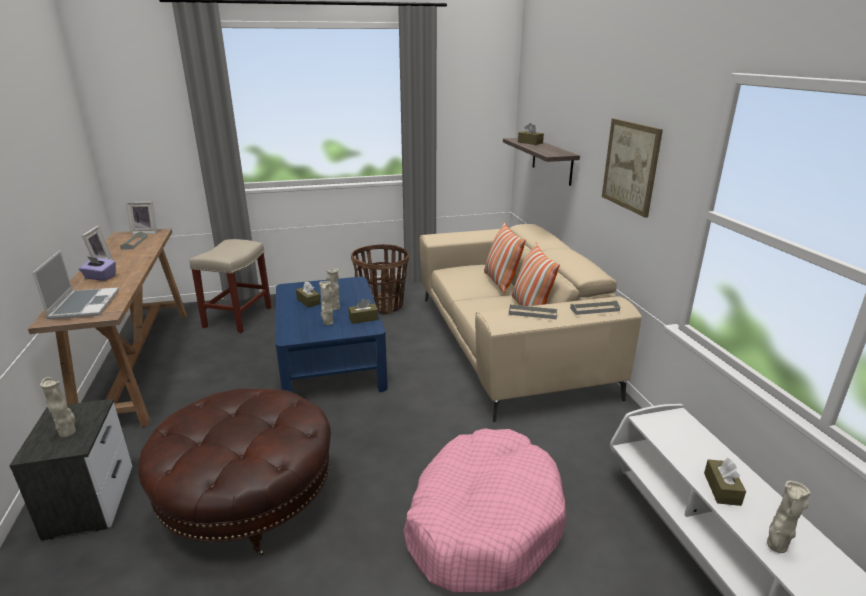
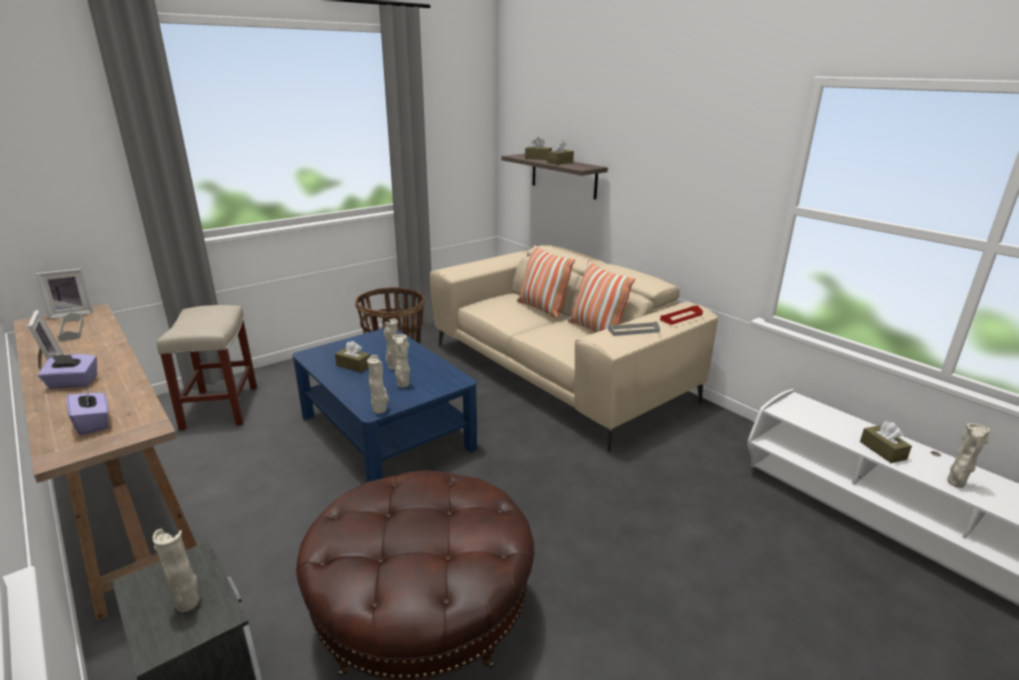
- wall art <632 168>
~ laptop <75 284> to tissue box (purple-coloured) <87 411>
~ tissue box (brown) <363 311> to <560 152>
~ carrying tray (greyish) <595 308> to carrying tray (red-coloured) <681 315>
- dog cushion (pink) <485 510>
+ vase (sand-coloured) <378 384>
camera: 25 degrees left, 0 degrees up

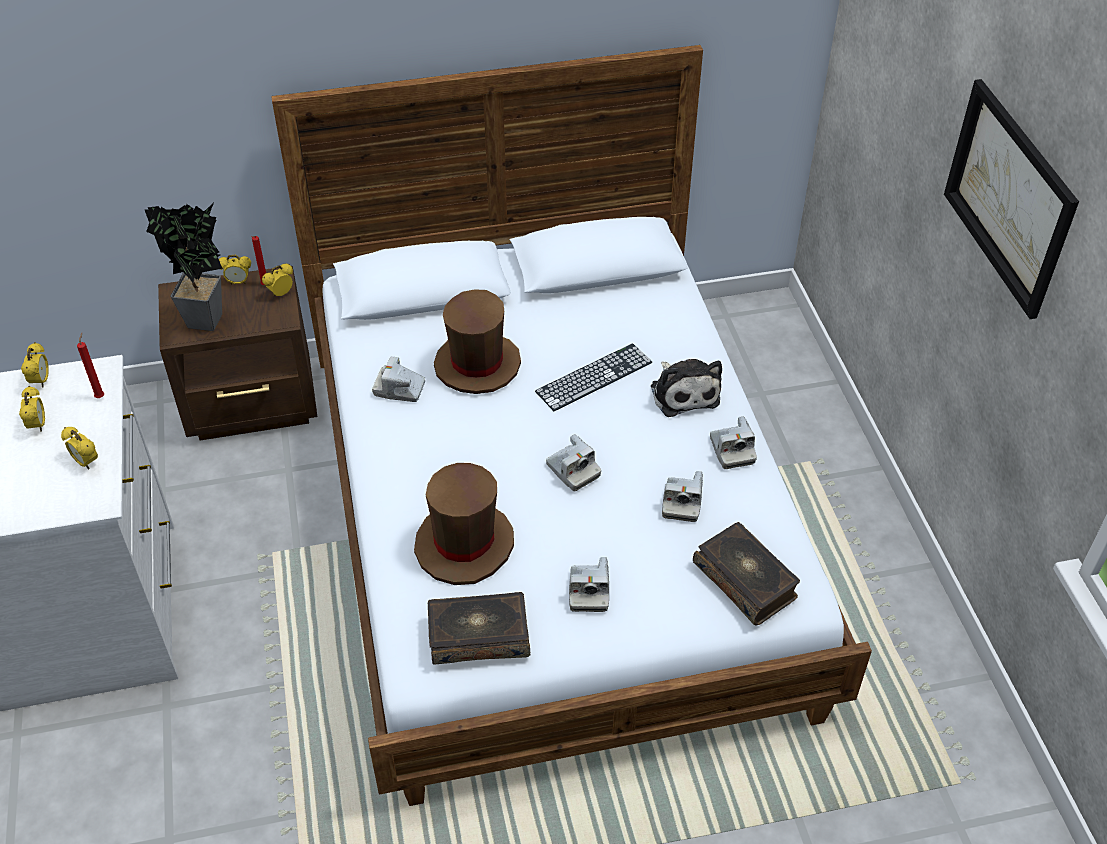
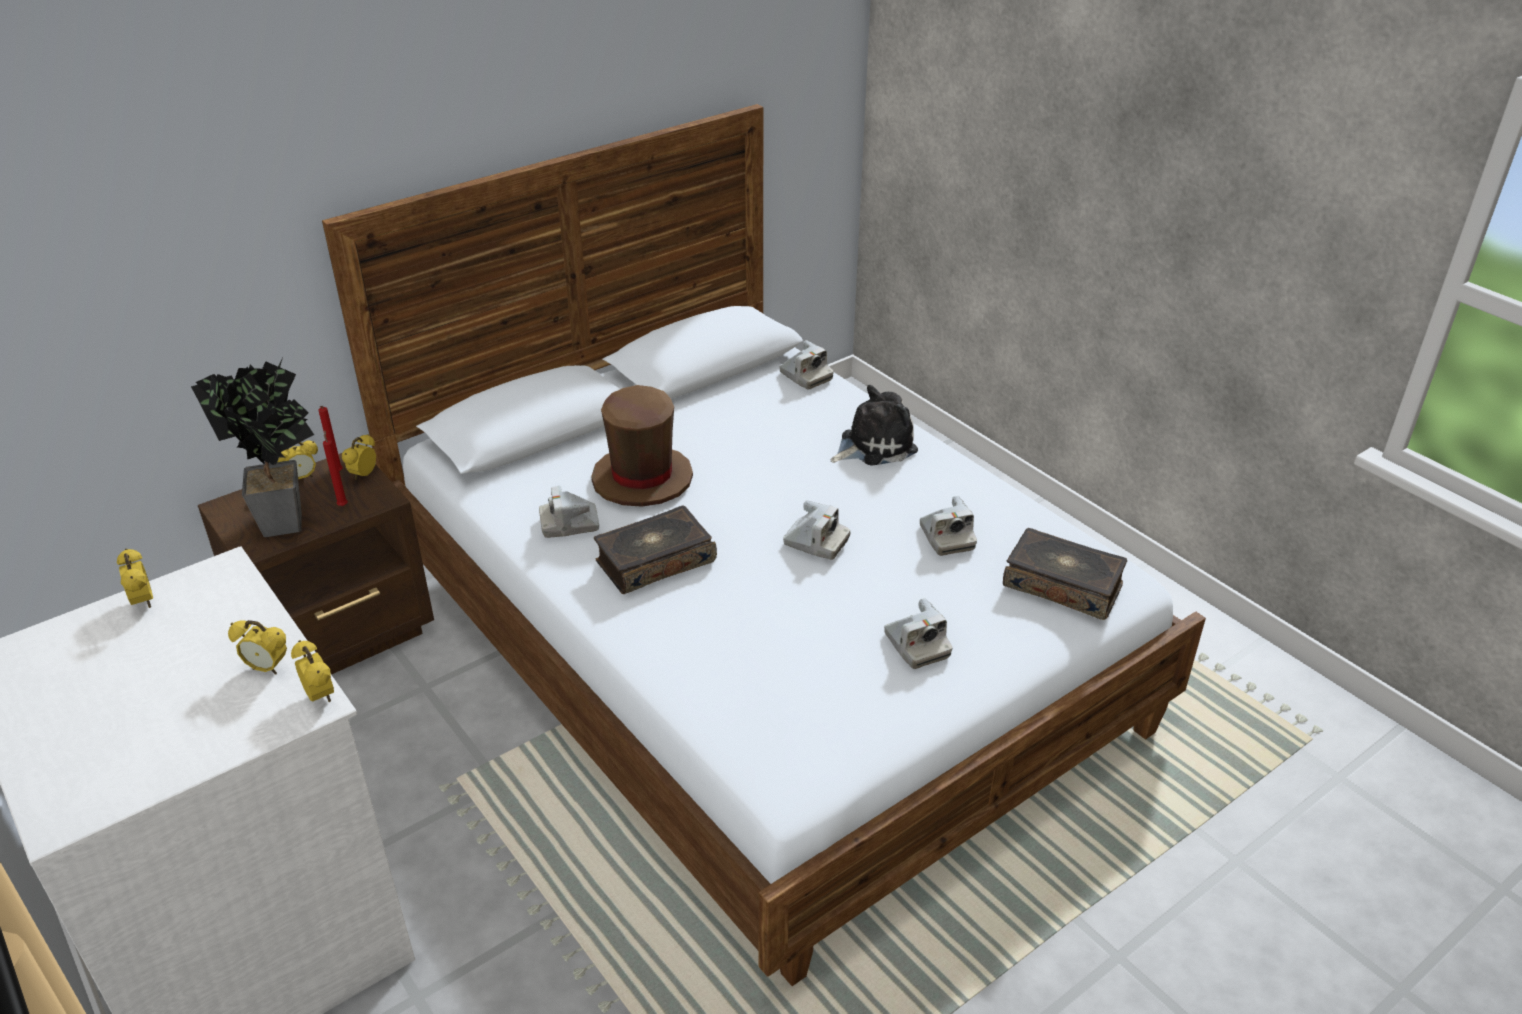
- wall art <1011 199>
~ candle (red-coloured) <90 365> to <335 468>
- keyboard <593 377>
~ plush toy <686 388> = <874 425> 75 degrees counterclockwise
~ alarm clock <32 409> to <312 671>
~ still camera <733 442> to <806 365>
- hat (brown) <464 524>
~ book <479 628> to <655 549>
camera: 25 degrees left, 10 degrees down

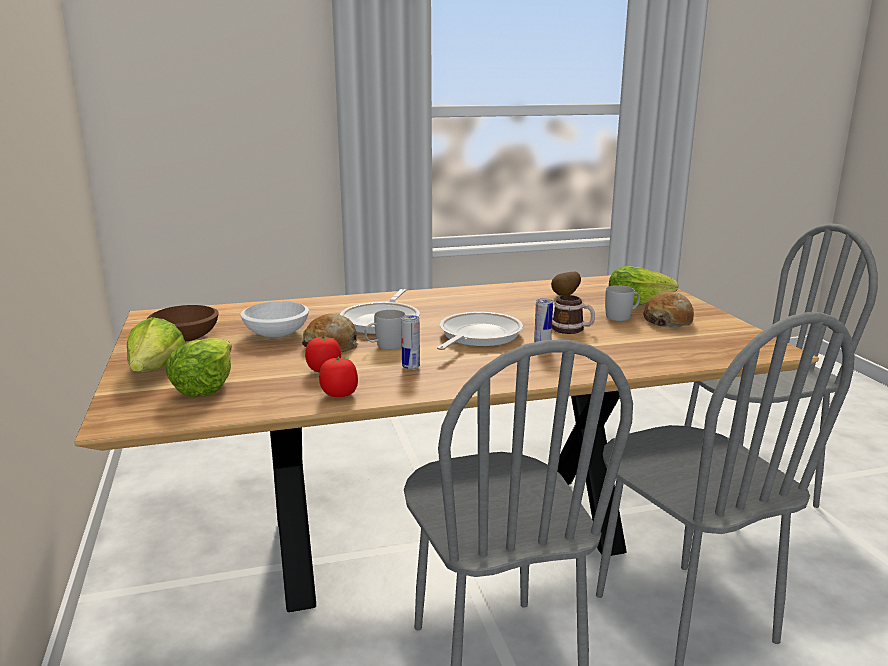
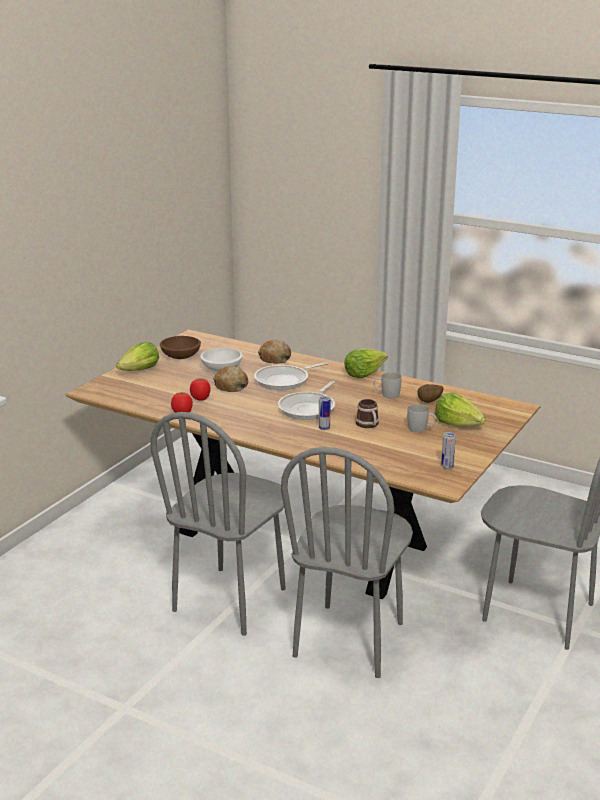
~ bread <668 310> to <274 352>
~ coffee mug (whitish) <384 330> to <388 385>
~ pan <480 331> = <306 400> 135 degrees clockwise
~ sealed can <410 342> to <448 450>
~ lettuce head <199 367> to <366 363>
camera: 45 degrees right, 5 degrees up

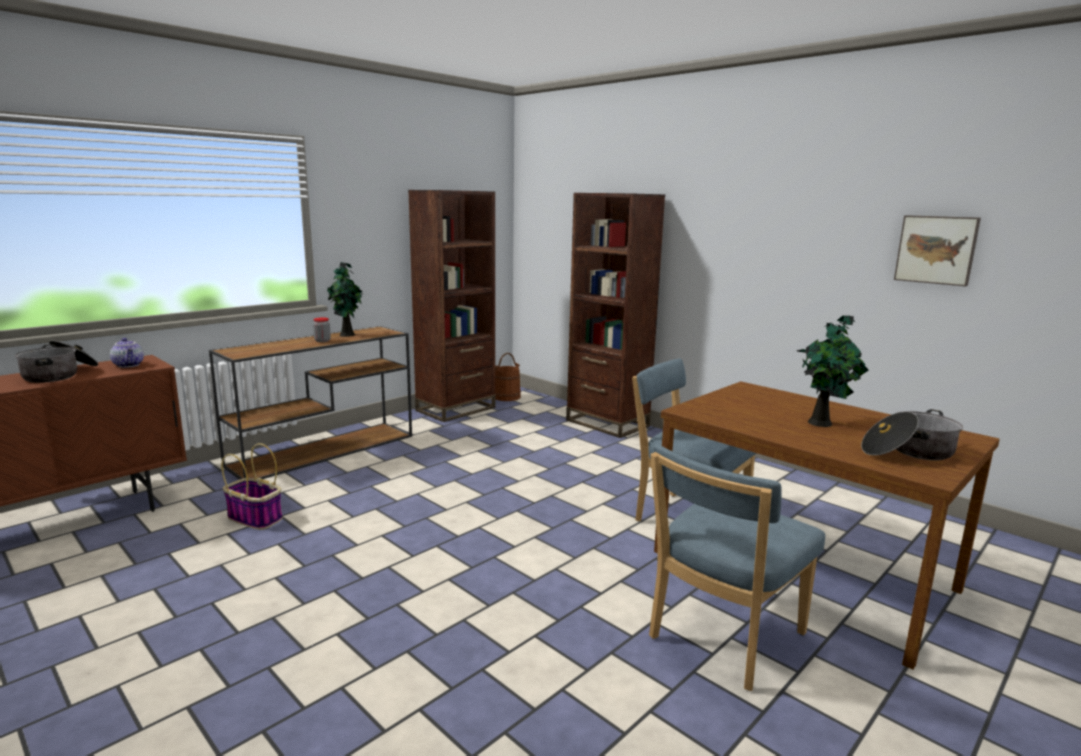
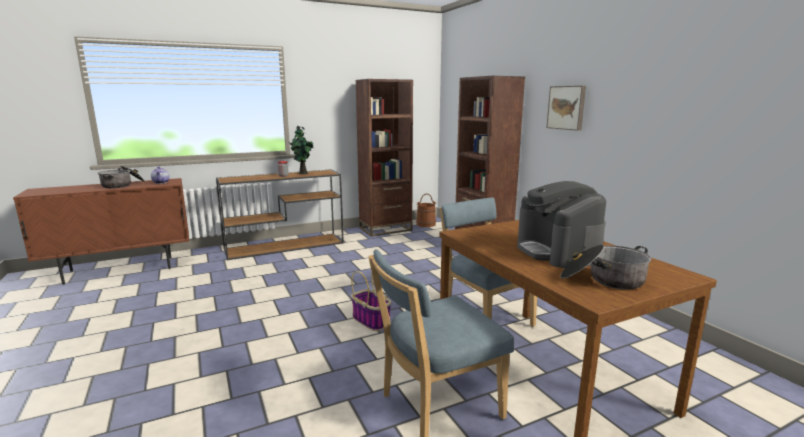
~ wall art <937 250> to <566 108>
~ potted plant <833 371> to coffee machine <561 224>
~ household basket <251 486> to <371 301>
camera: 20 degrees right, 0 degrees up

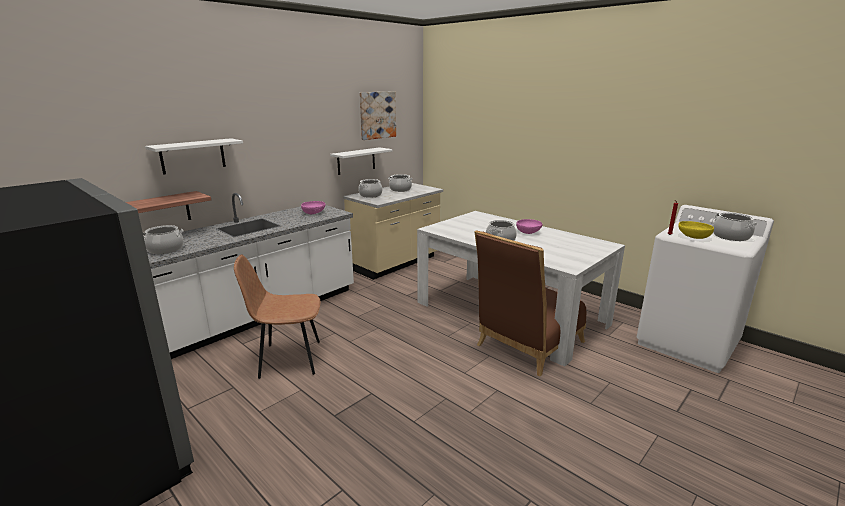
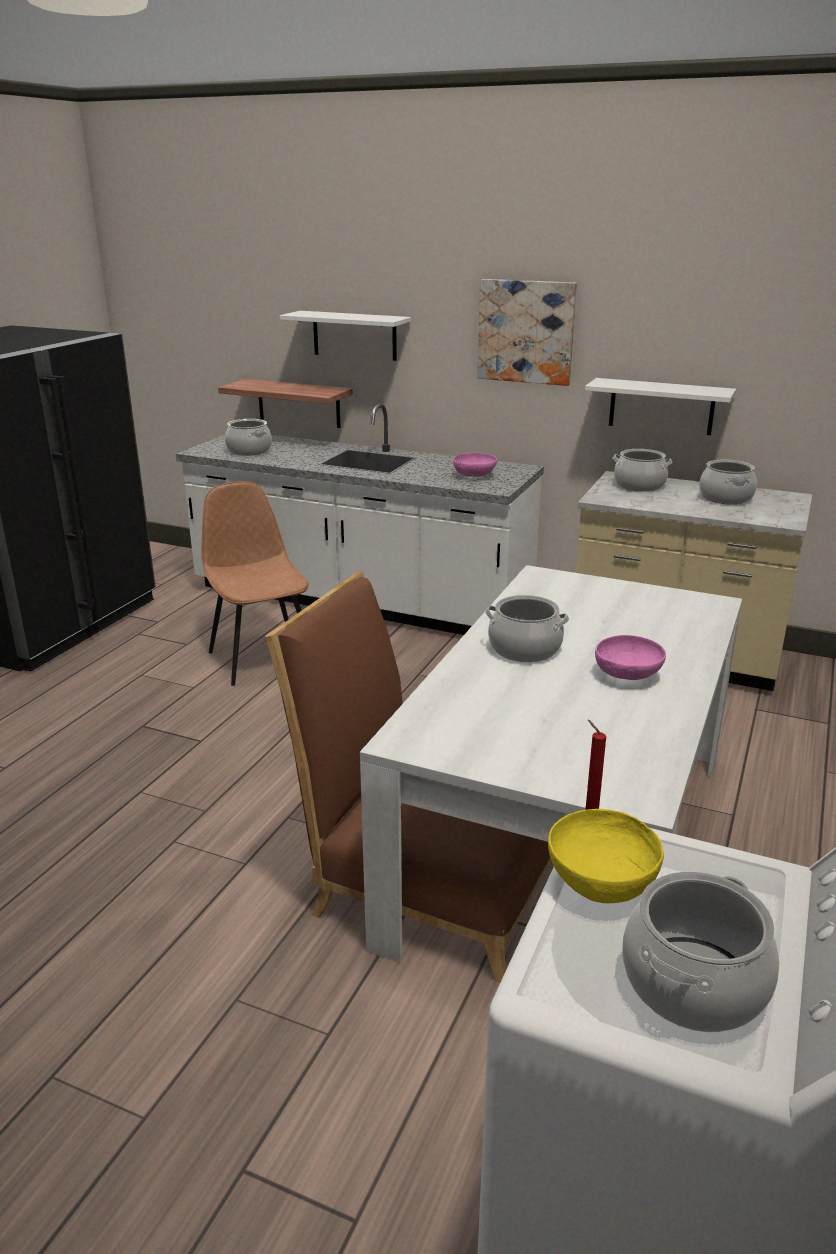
~ wall art <377 116> to <527 332>
camera: 70 degrees right, 5 degrees up

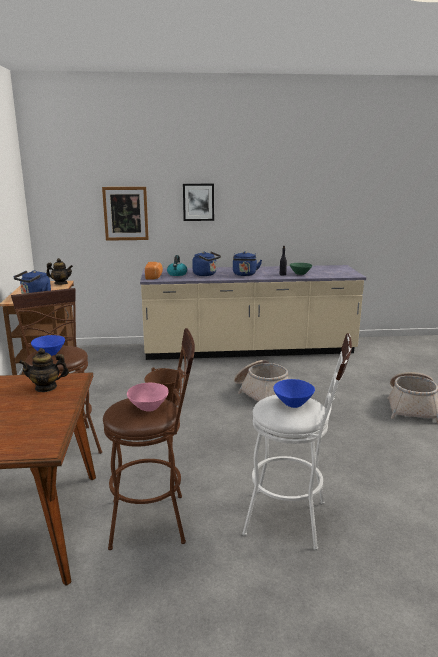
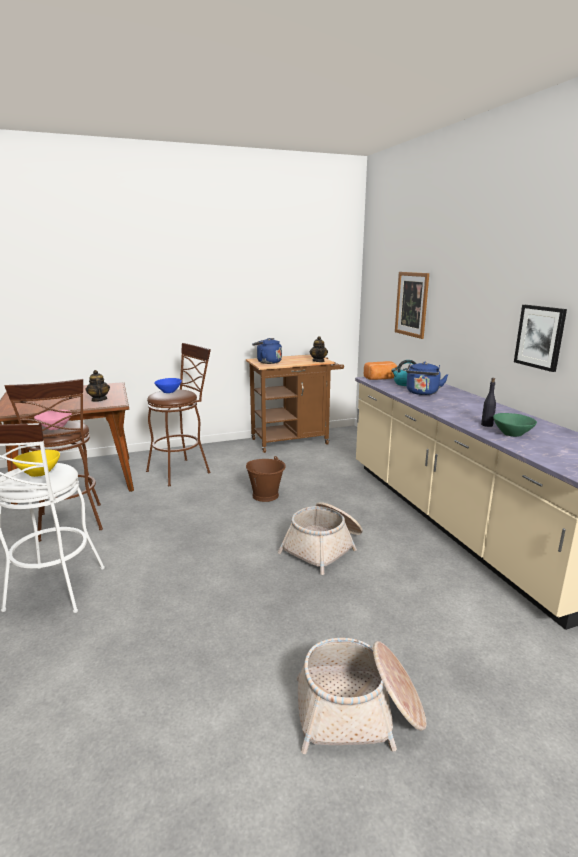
~ wall art <198 202> to <540 338>
- water kettle (blue-coloured) <247 263>
~ deep dish (blue-coloured) <294 393> to deep dish (yellow-coloured) <36 463>
camera: 75 degrees right, 0 degrees up

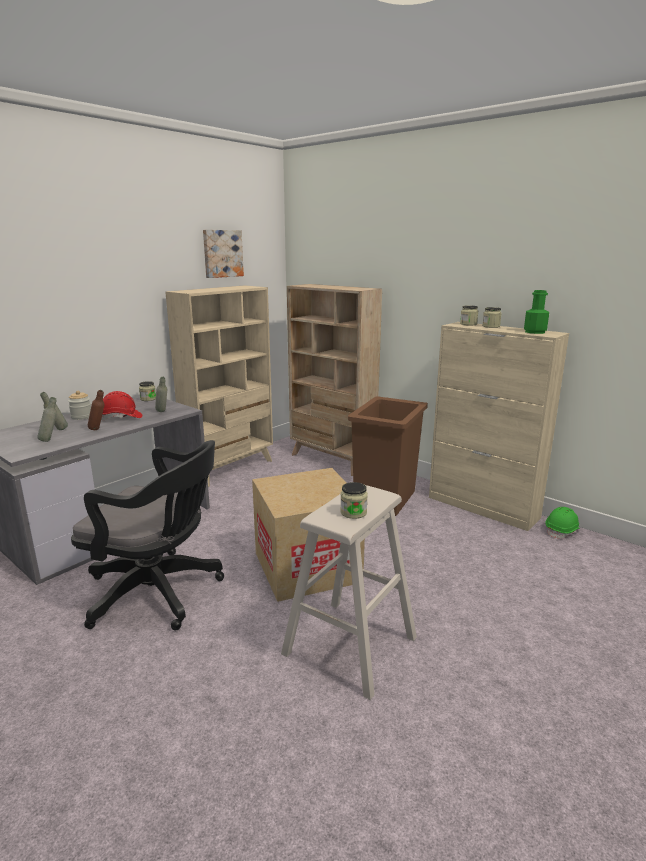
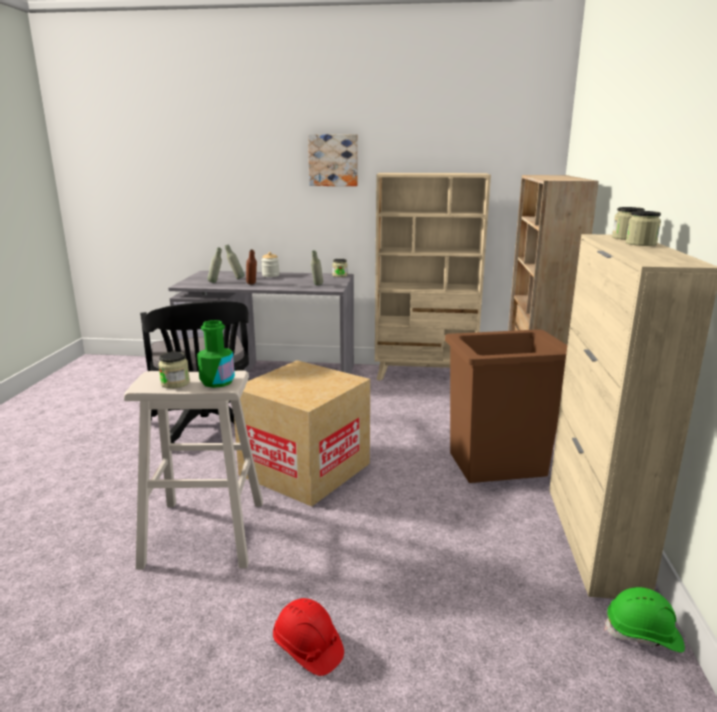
~ wall art <223 254> to <333 160>
~ bottle (green) <536 312> to <216 354>
~ work helmet (red-coloured) <121 405> to <308 637>
camera: 55 degrees right, 0 degrees up

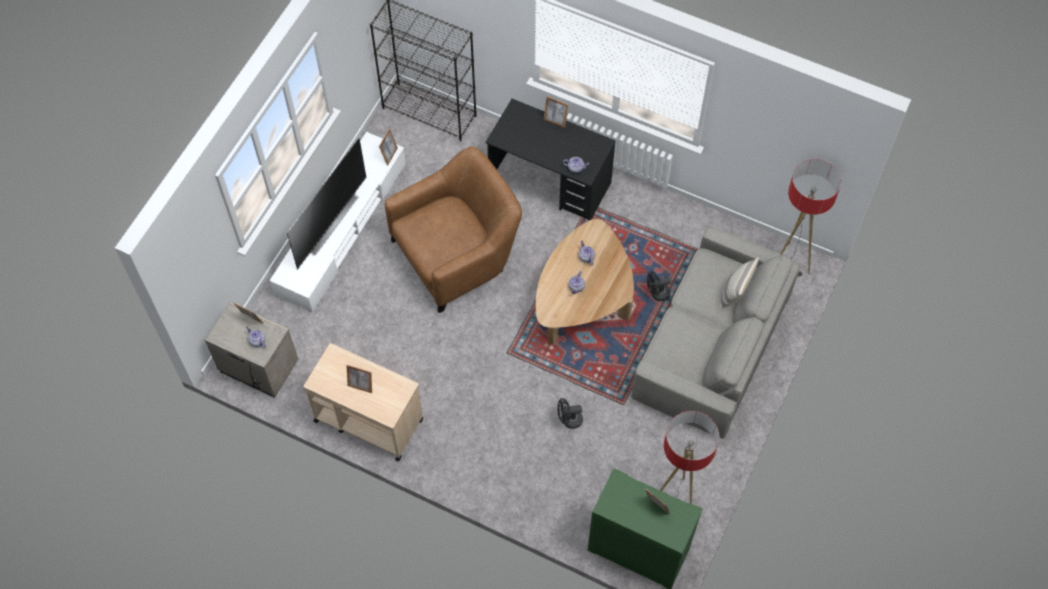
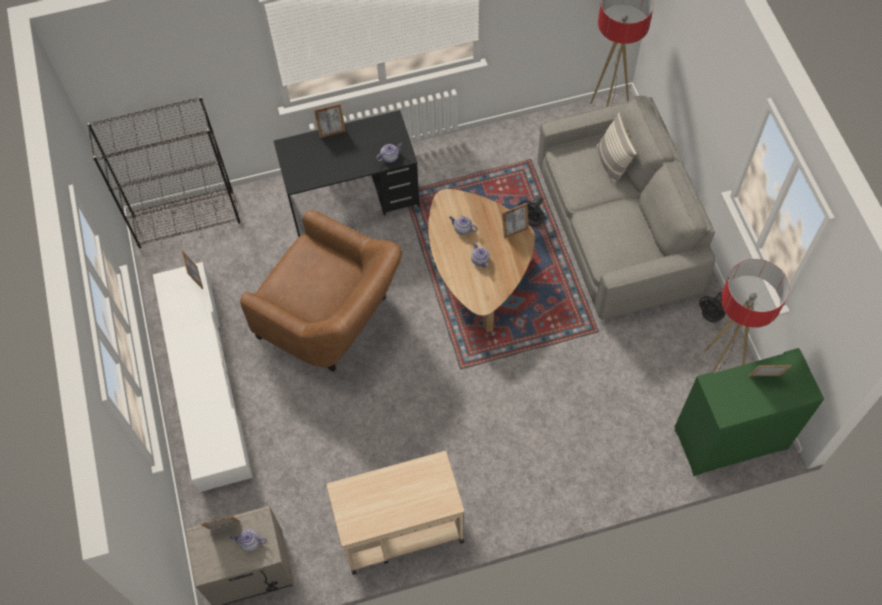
- TV set <326 203>
~ armchair (brown) <453 229> = <321 291> 105 degrees clockwise
~ photo frame <359 379> to <515 220>
~ fan (black-coloured) <570 413> to <712 307>
camera: 40 degrees left, 0 degrees up

